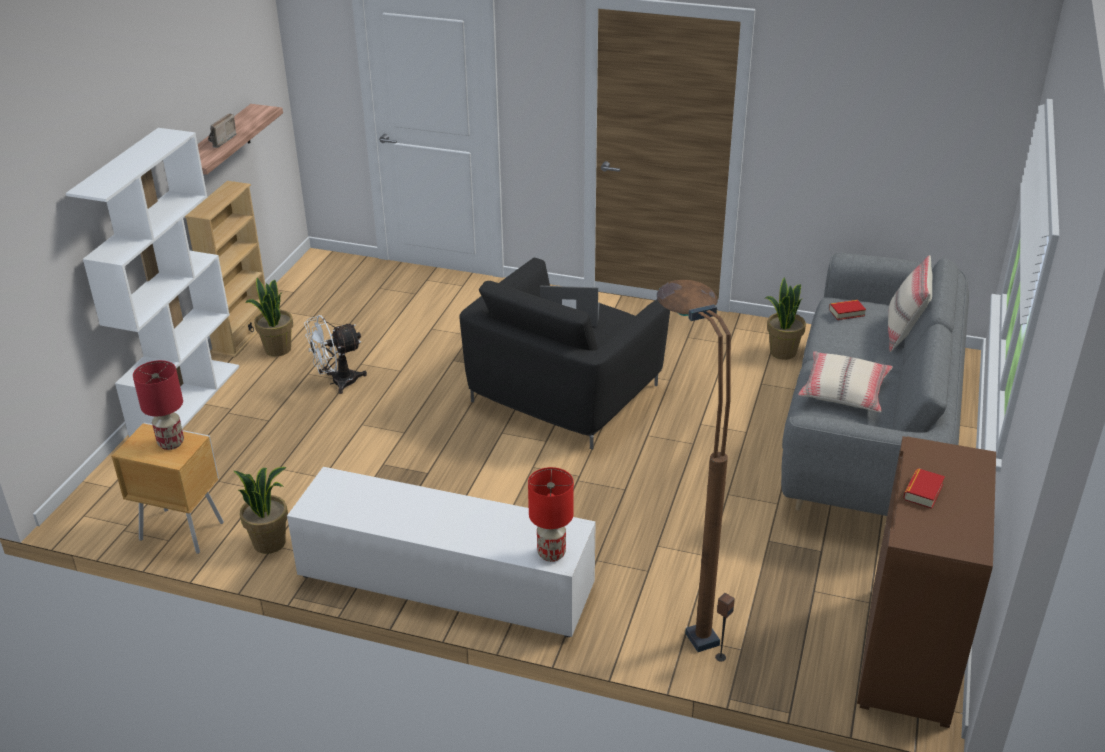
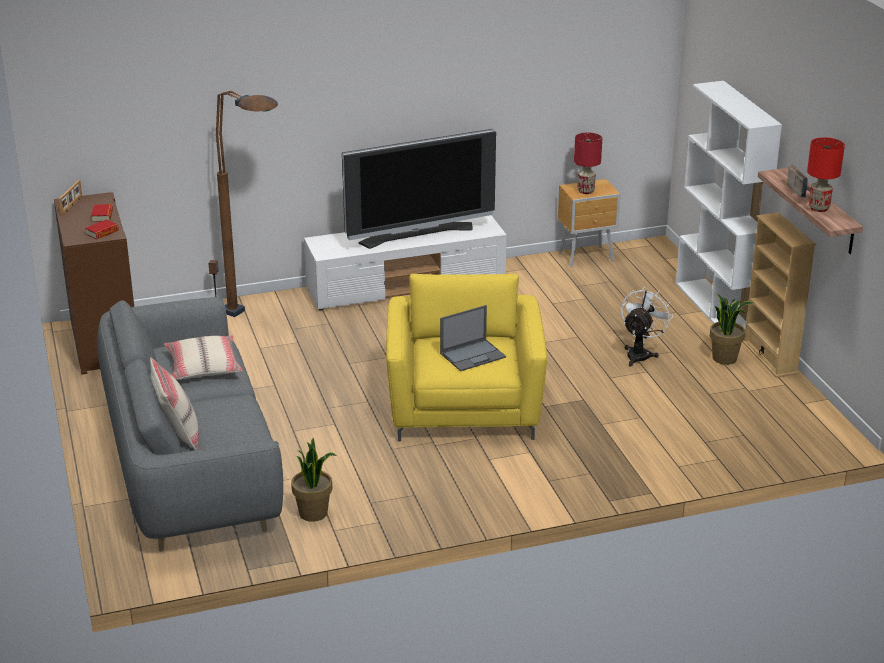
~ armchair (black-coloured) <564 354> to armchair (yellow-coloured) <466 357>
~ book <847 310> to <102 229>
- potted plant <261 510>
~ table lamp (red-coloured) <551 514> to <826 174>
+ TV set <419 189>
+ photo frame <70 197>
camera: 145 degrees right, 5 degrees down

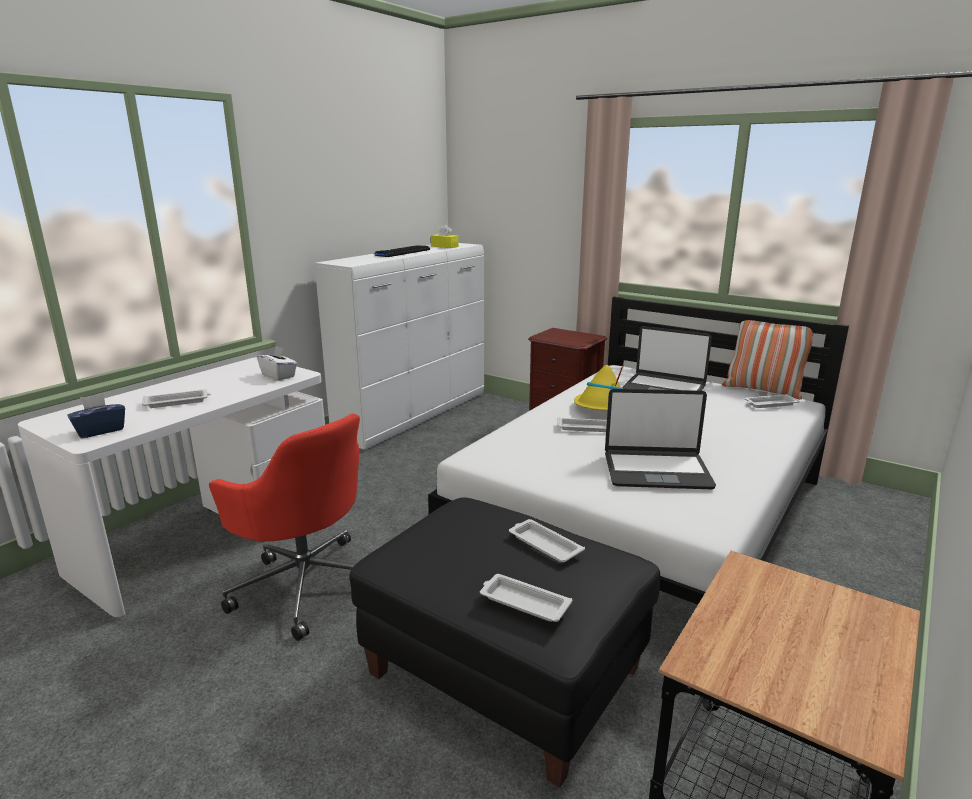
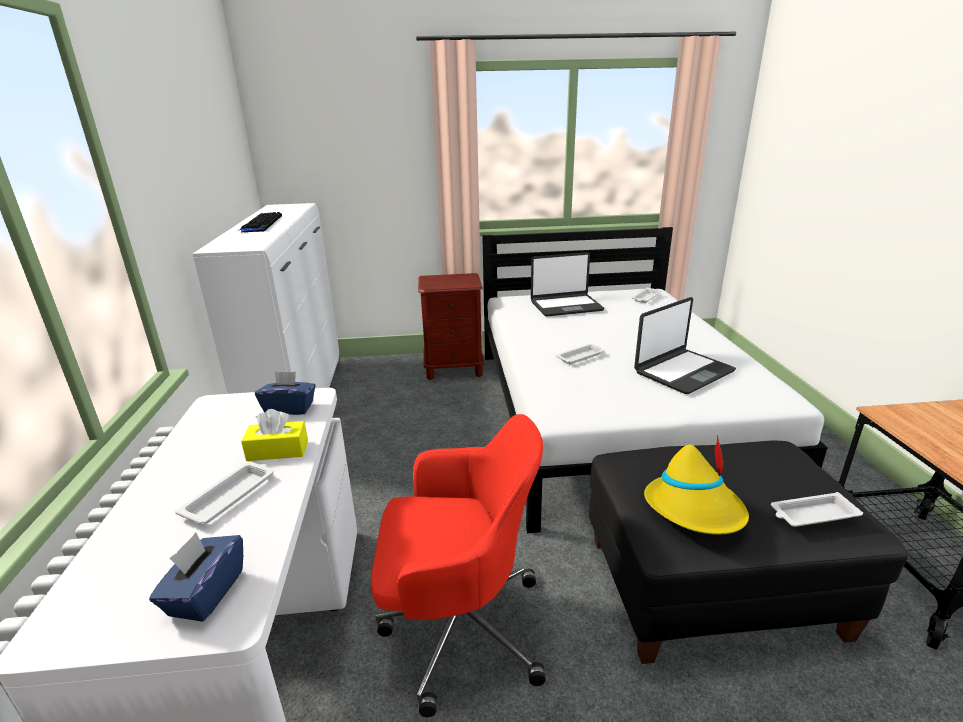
~ tissue box (yellow-coloured) <445 236> to <274 435>
- cushion <768 359>
~ tissue box (whitish) <277 363> to tissue box (blue-coloured) <285 393>
~ hat (yellow-coloured) <599 387> to <696 485>
- carrying tray (whitish) <547 540>
camera: 40 degrees left, 5 degrees up

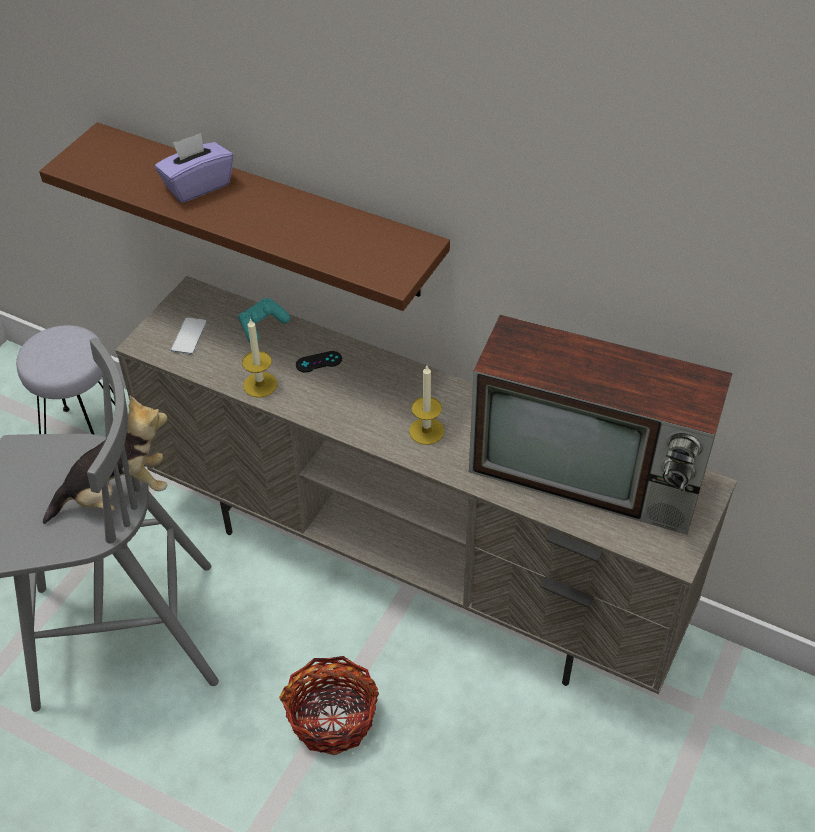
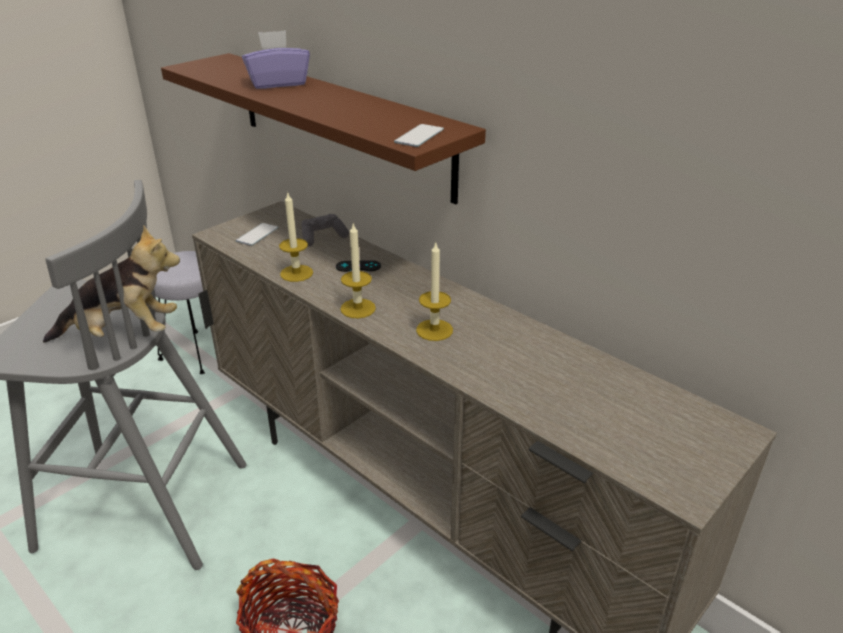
~ joypad (turquoise) <264 320> to joypad (greyish) <325 230>
- TV set <600 425>
+ telephone <419 135>
+ candle <358 271>
camera: 15 degrees right, 15 degrees down

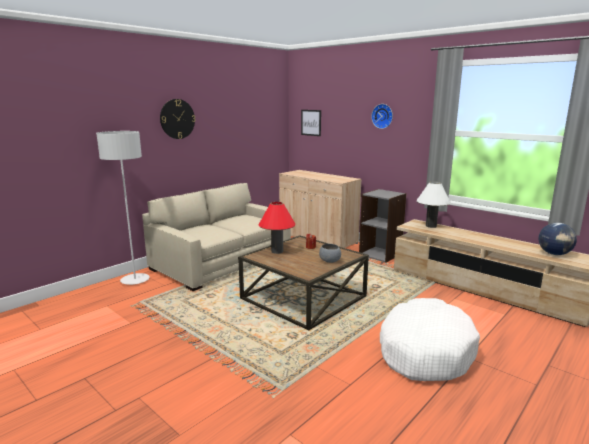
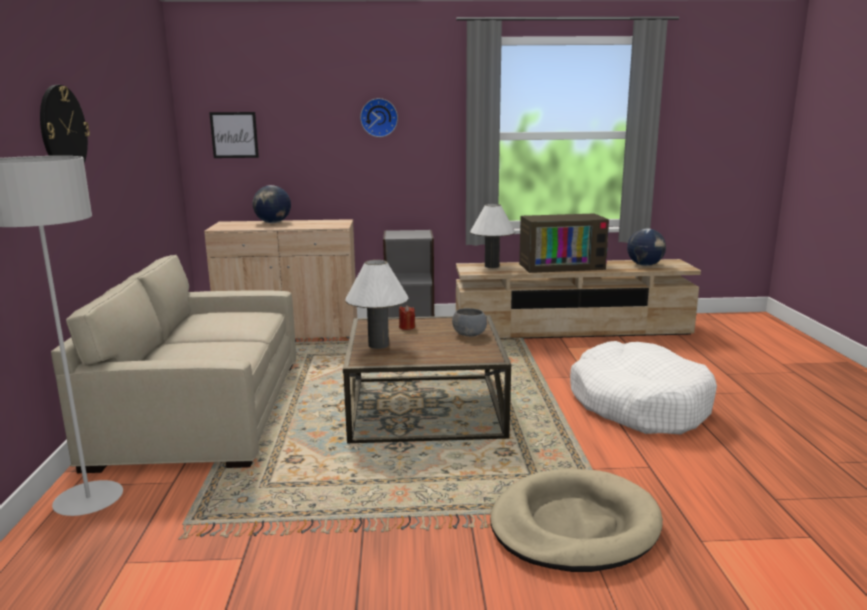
~ table lamp (red-coloured) <277 228> to table lamp (whitish) <377 304>
+ world globe <272 204>
+ TV set <564 243>
+ dog cushion (sand-coloured) <576 520>
camera: 45 degrees left, 0 degrees up

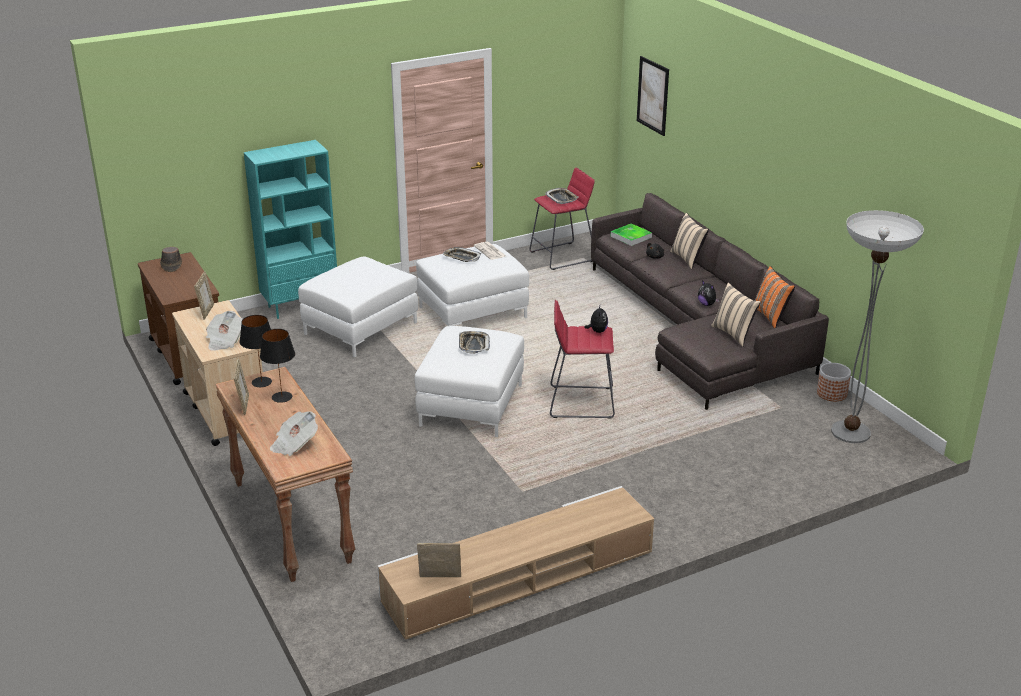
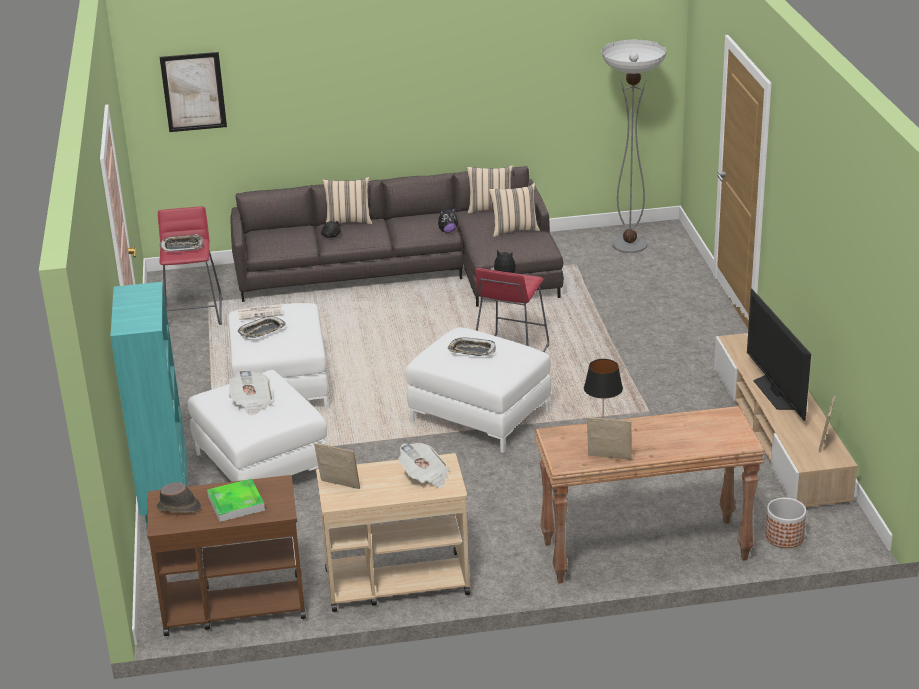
~ carrying tray <631 234> to <236 500>
~ cushion (orange) <775 297> to cushion (sand-coloured) <489 189>
- table lamp (black-coloured) <256 351>
~ plant pot <834 382> to <785 523>
~ daily paper <294 433> to <251 392>
+ TV set <779 355>
camera: 70 degrees left, 0 degrees up

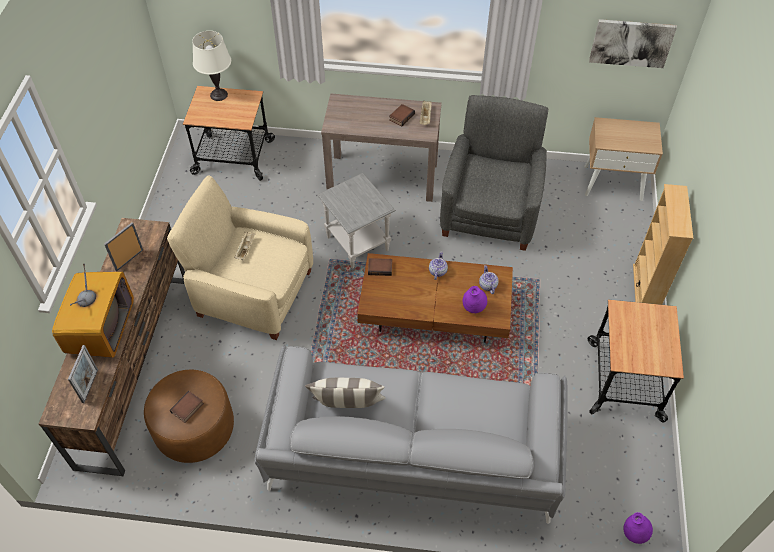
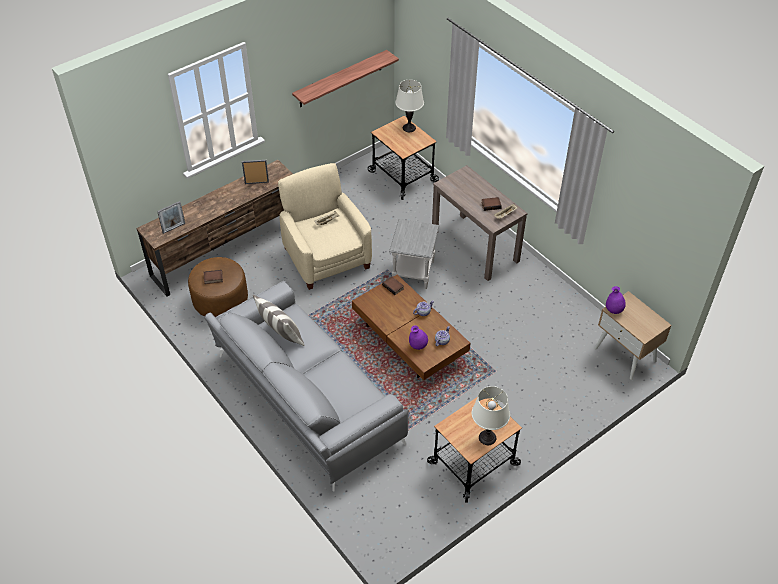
- wall art <633 43>
- armchair (greyish) <494 173>
- bookcase (sand-coloured) <663 244>
- TV set <93 311>
~ vase (purple-coloured) <638 528> to <616 300>
+ shelf <345 78>
+ table lamp (whitish) <491 415>
camera: 45 degrees right, 5 degrees down

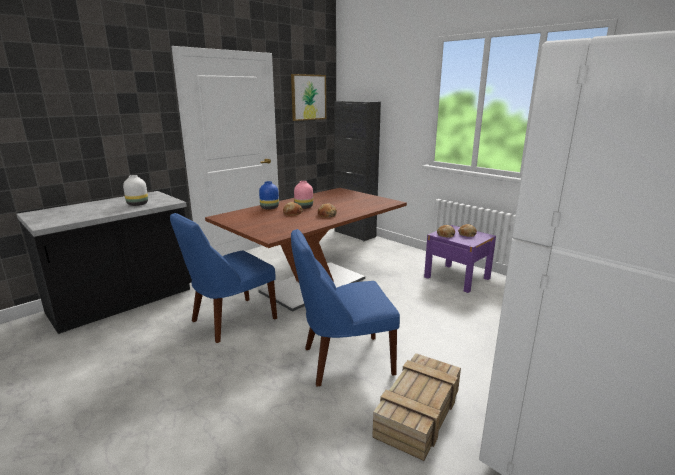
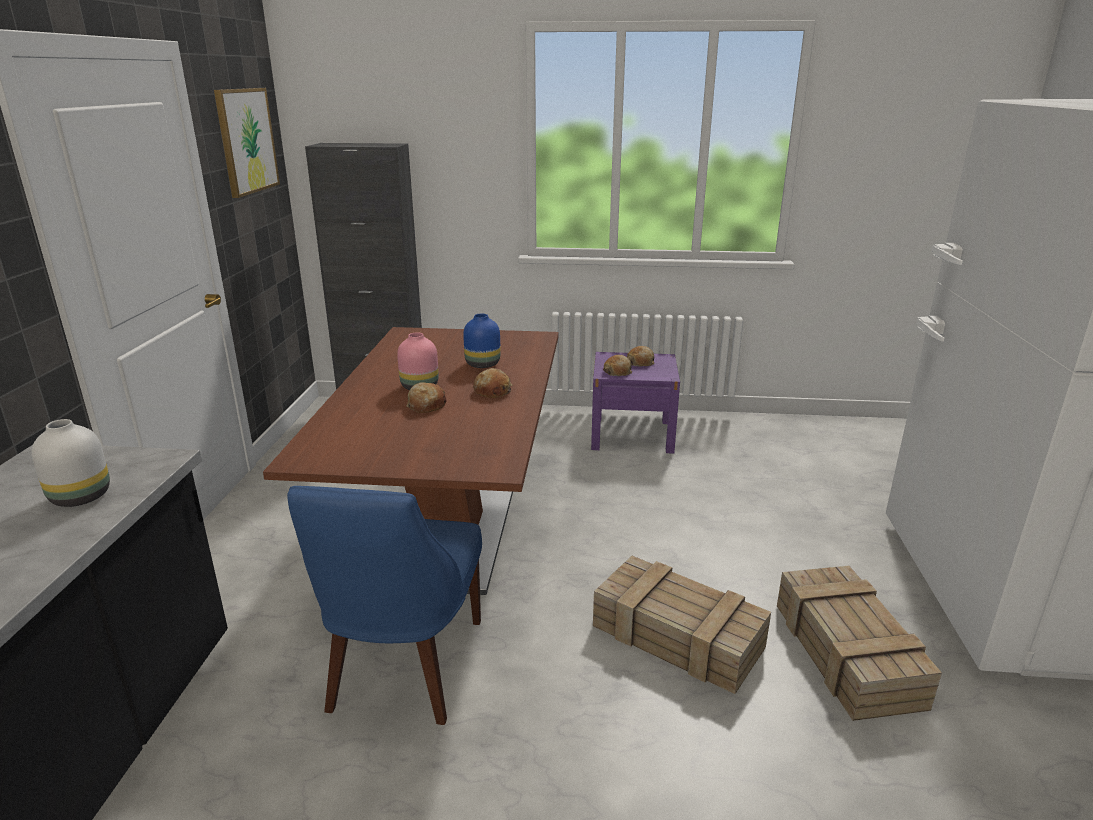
~ vase (blue-coloured) <269 195> to <482 341>
~ plain chair (blue-coloured) <345 308> to crate <682 625>
camera: 40 degrees left, 5 degrees up

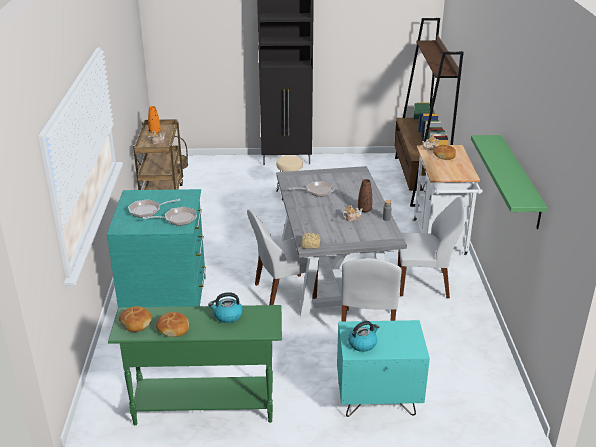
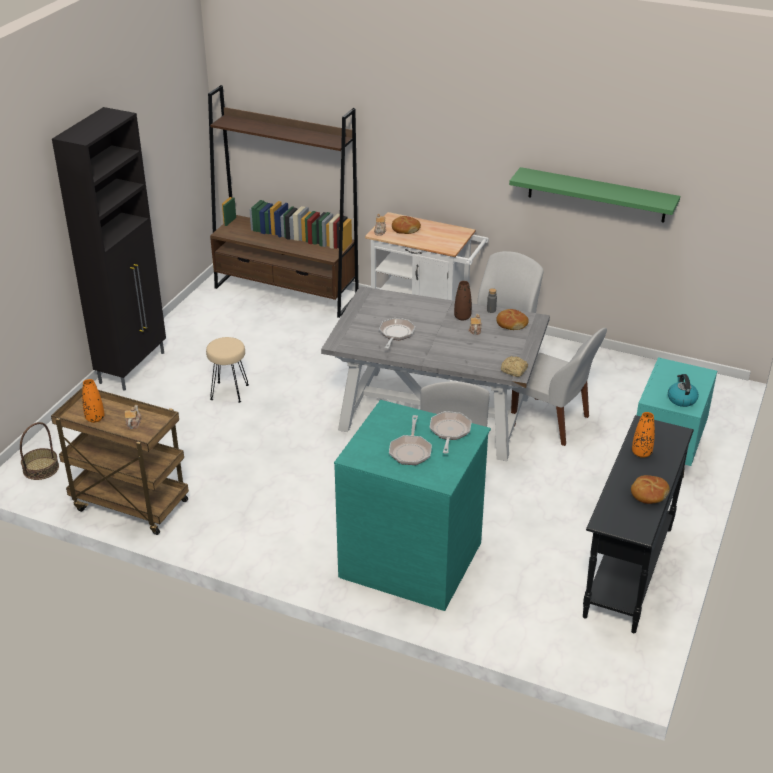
~ water kettle <225 307> to vase (orange) <643 435>
~ console table (green) <195 365> to console table (black-coloured) <638 524>
~ bread <135 319> to <512 319>
camera: 65 degrees left, 5 degrees up

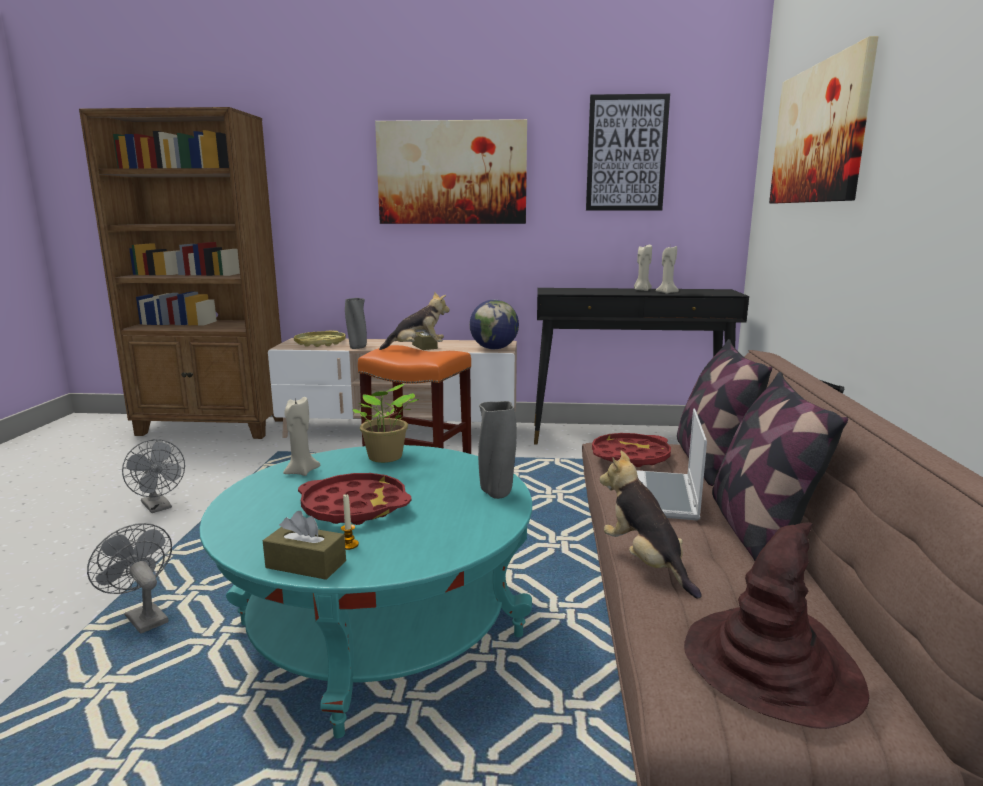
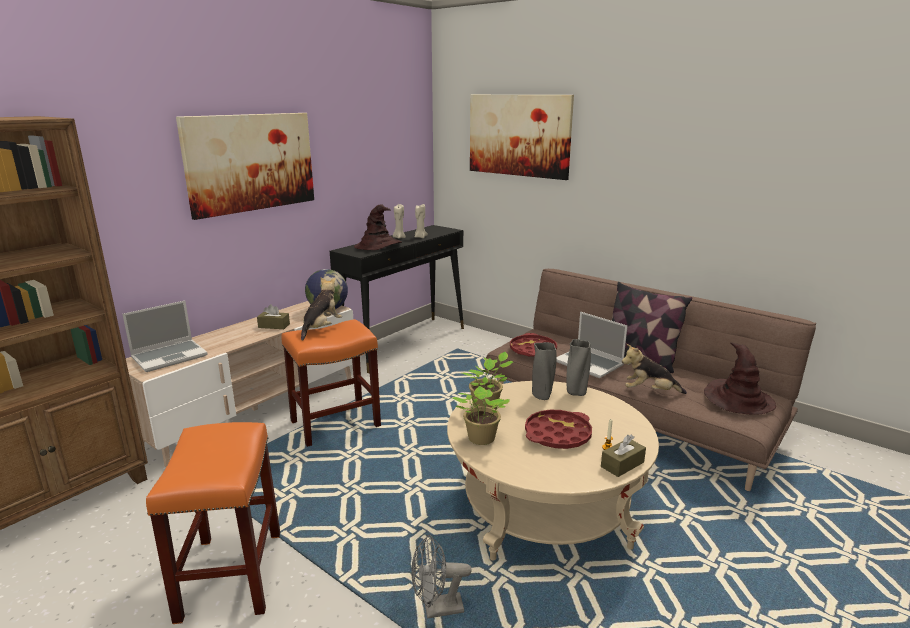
- wall art <628 152>
~ vase (greyish) <356 323> to <544 371>
~ carrying tray (yellow-coloured) <320 339> to laptop <165 336>
- cushion <724 412>
~ candle (sand-coloured) <301 436> to potted plant <481 415>
~ fan (greyish) <153 476> to sitting stool (orange) <213 523>
~ lounge table (turquoise) <365 592> to lounge table (sand-coloured) <553 471>
+ hat (brown) <378 227>
camera: 55 degrees left, 5 degrees up

